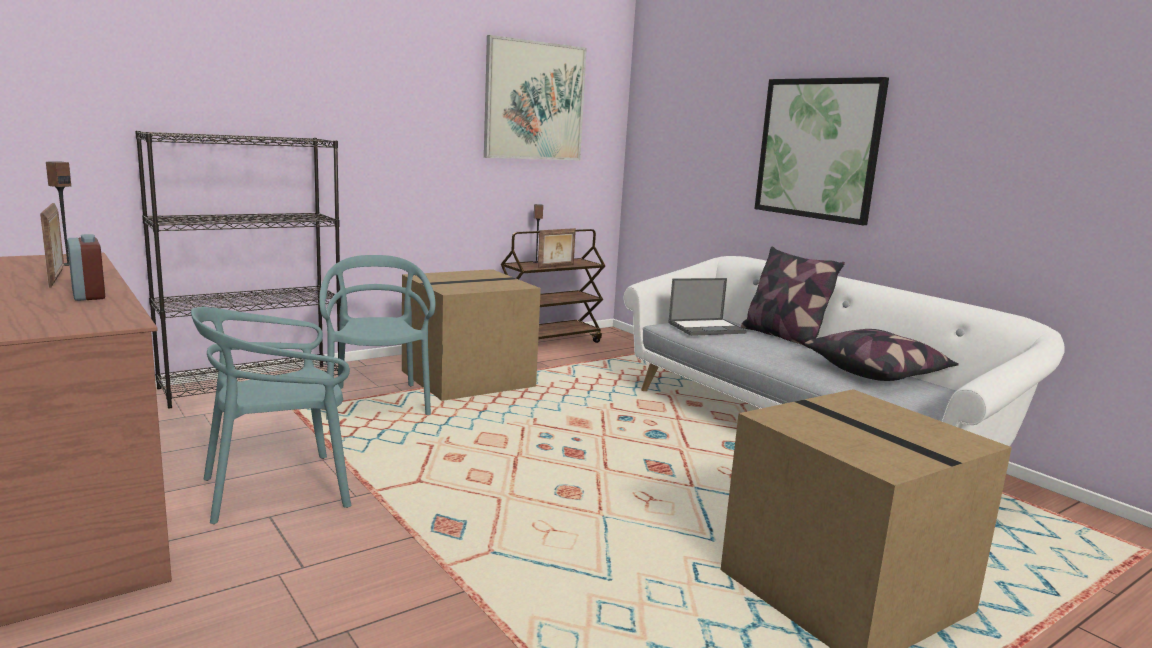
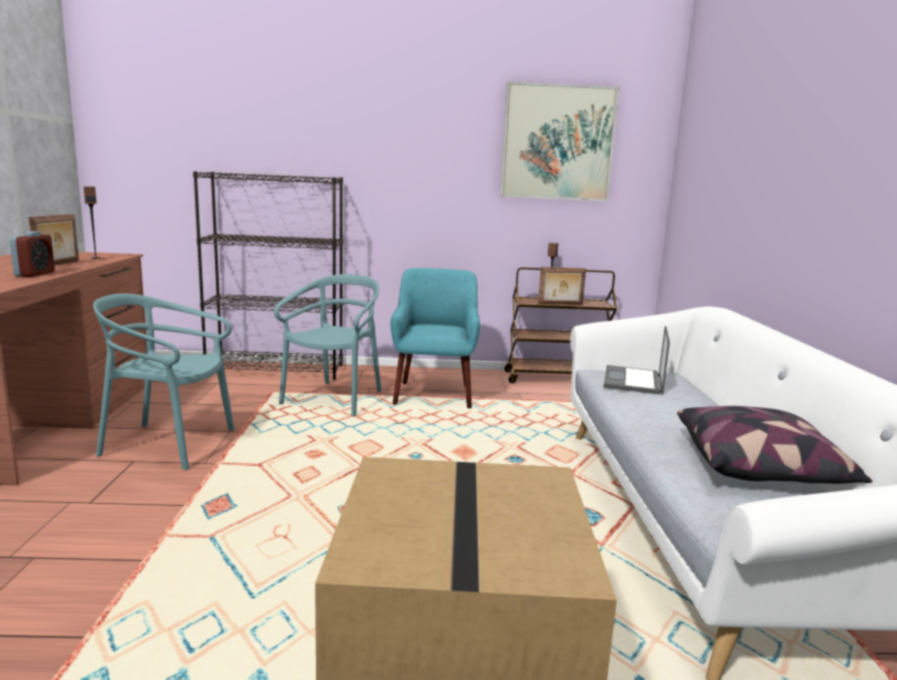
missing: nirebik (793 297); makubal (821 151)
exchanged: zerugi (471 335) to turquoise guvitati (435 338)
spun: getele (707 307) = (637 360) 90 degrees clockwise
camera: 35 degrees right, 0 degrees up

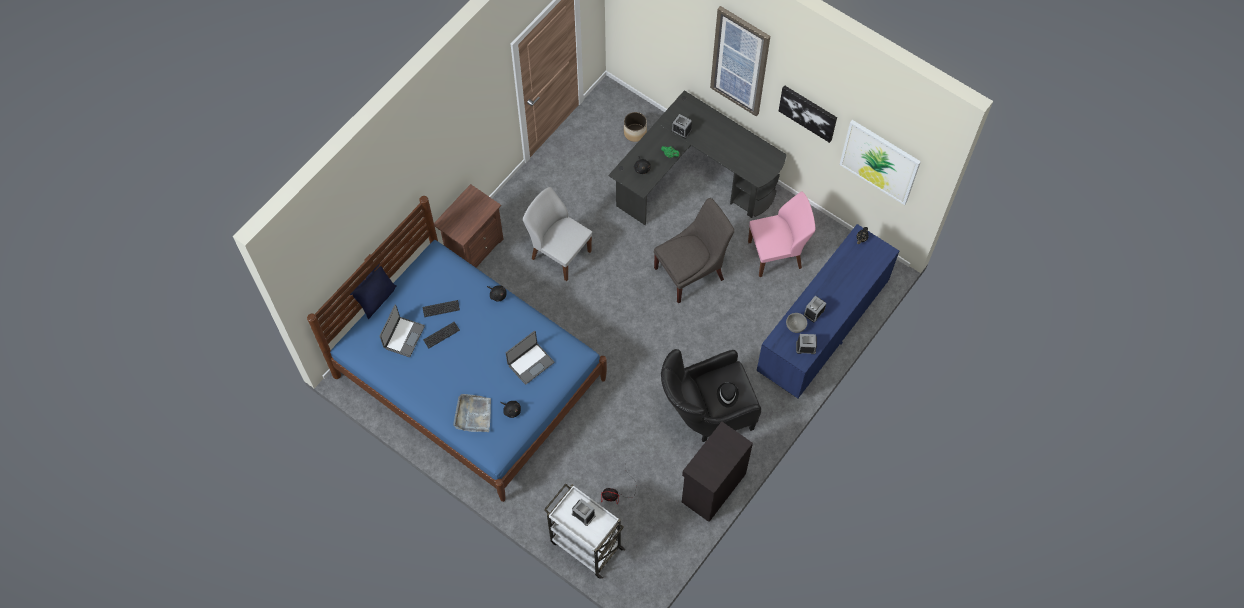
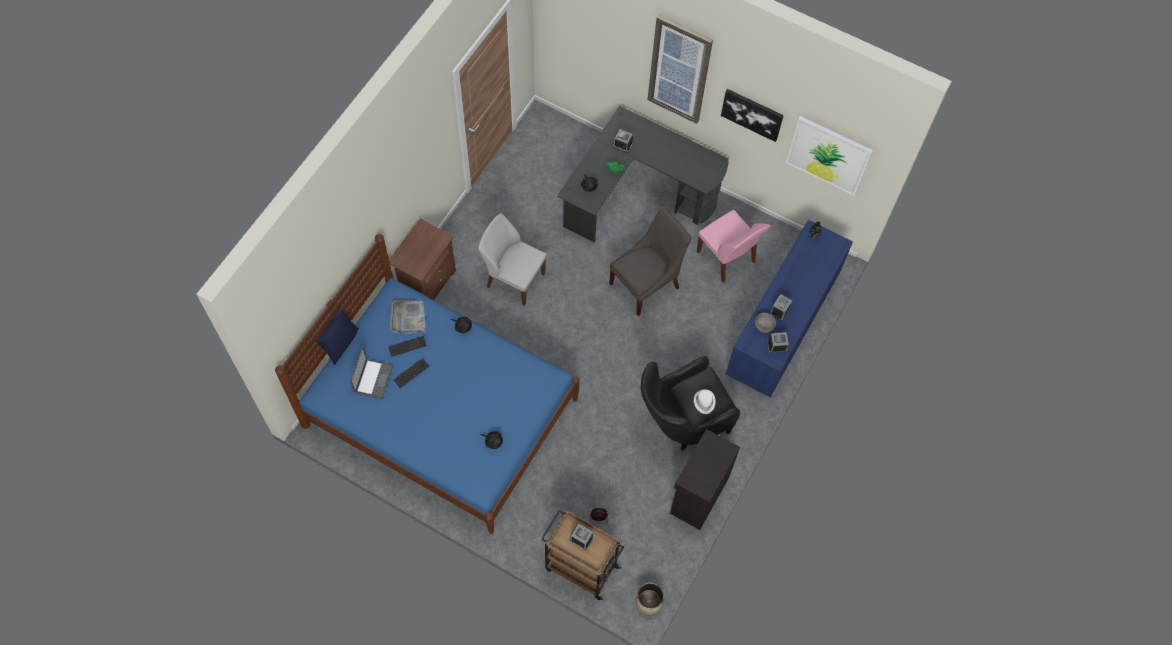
missing: getele (530 358)
relocated: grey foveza (472 413) to (408 316); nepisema (635 127) to (650 599)
colour: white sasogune (584 531) to brown sasogune (582 555); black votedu (728 395) to white votedu (704 401)
spun: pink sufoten (781 234) = (734 246) 75 degrees clockwise
camera: 10 degrees left, 0 degrees up

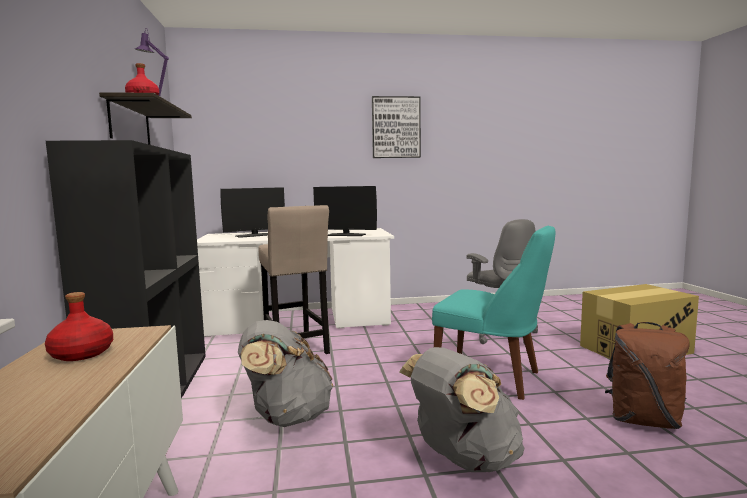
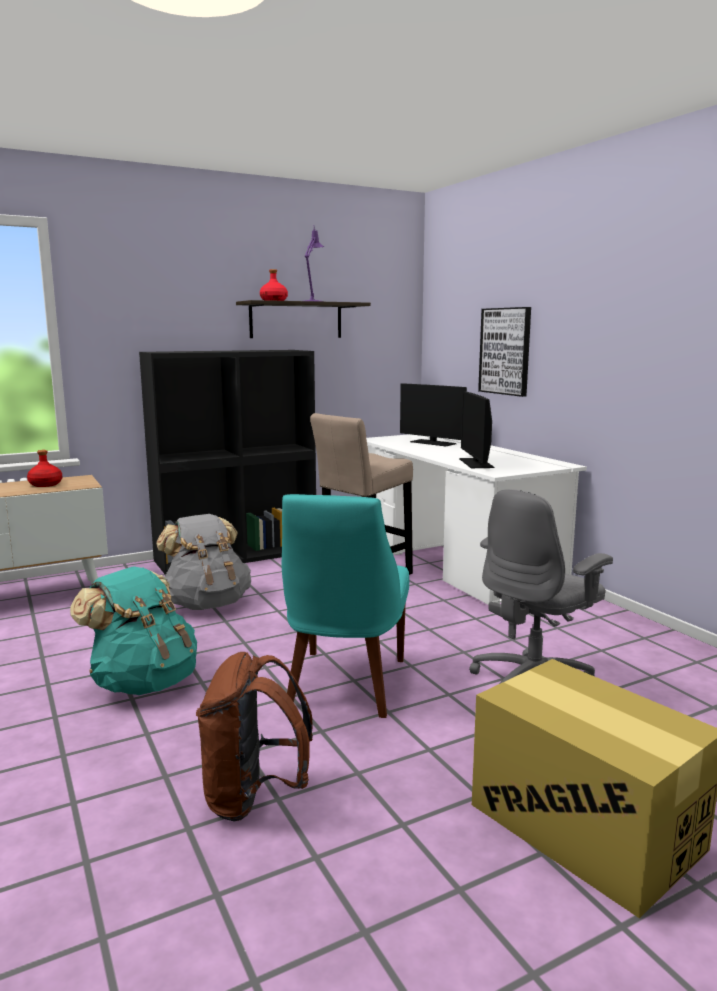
relocated: makubal (396 127) to (504 352)
colour: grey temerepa (461 409) to turquoise temerepa (133 630)
camera: 70 degrees right, 5 degrees up

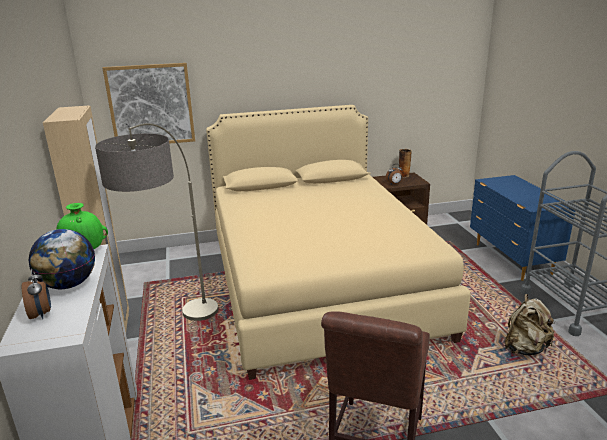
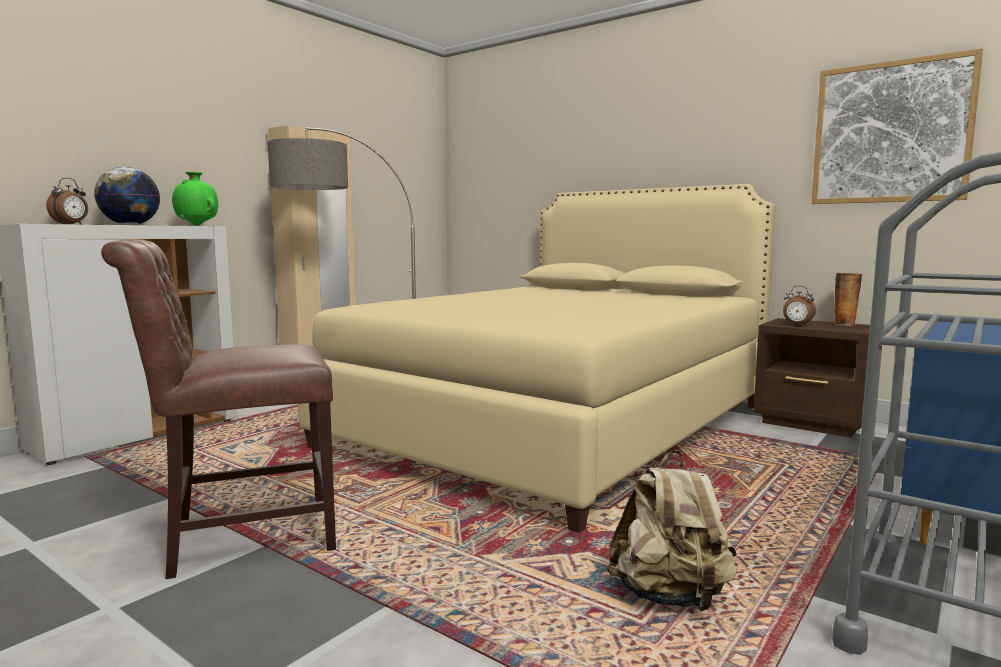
relocated: makubal (149 103) to (897 126)
camera: 50 degrees right, 15 degrees down

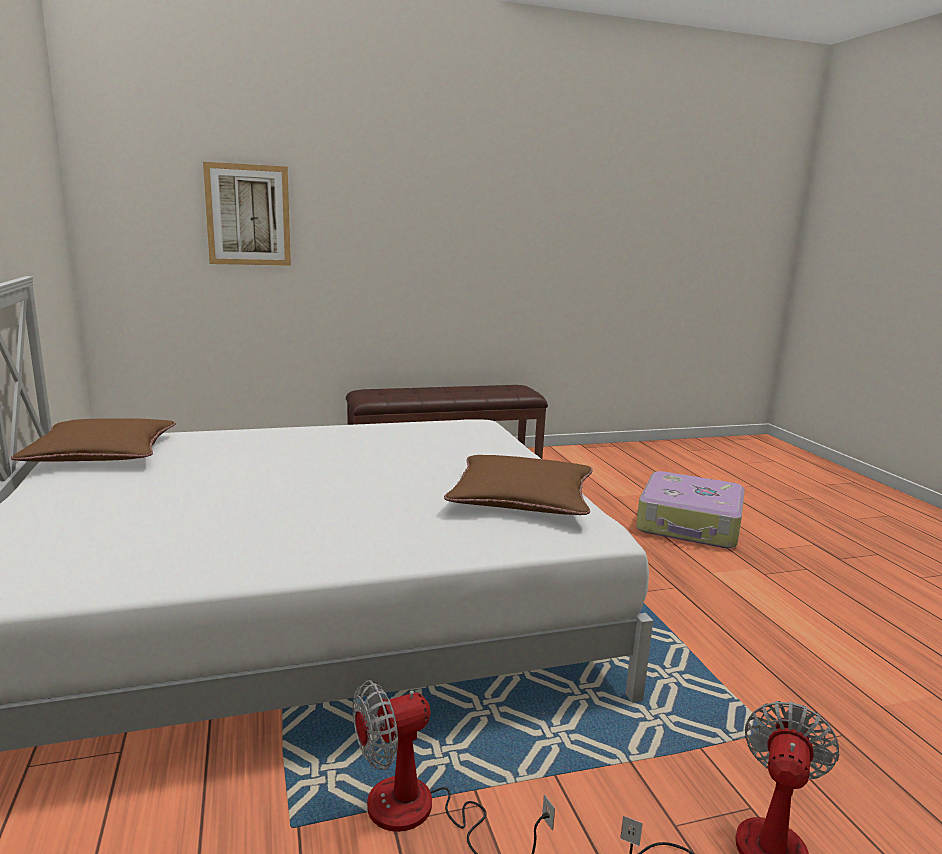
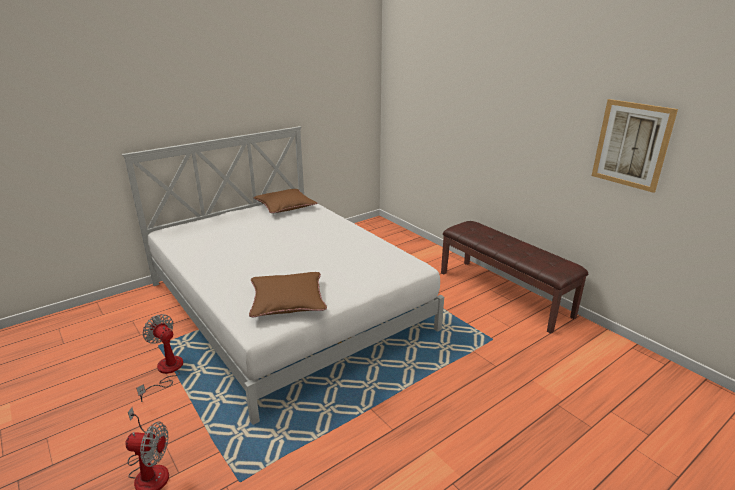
missing: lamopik (690 509)
relocated: makubal (247 214) to (635 146)
camera: 70 degrees right, 10 degrees up

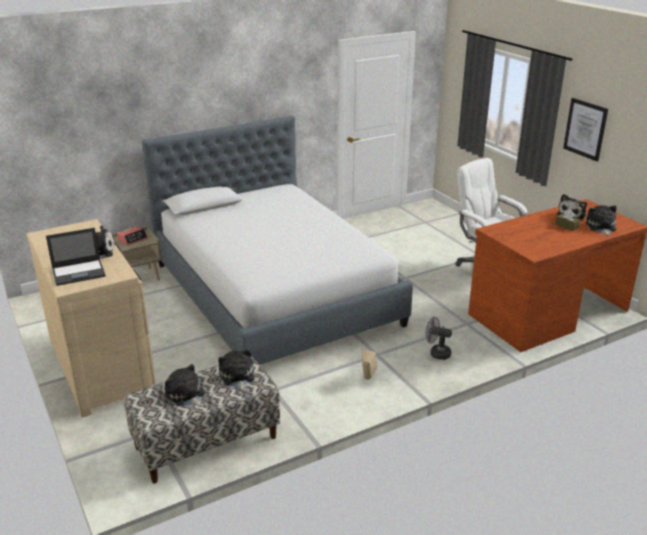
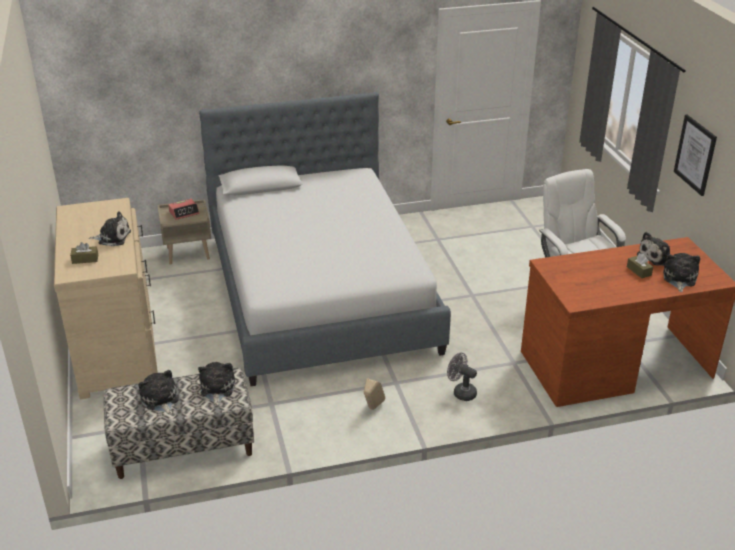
exchanged: getele (76 257) to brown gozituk (84 253)
camera: 15 degrees right, 5 degrees up

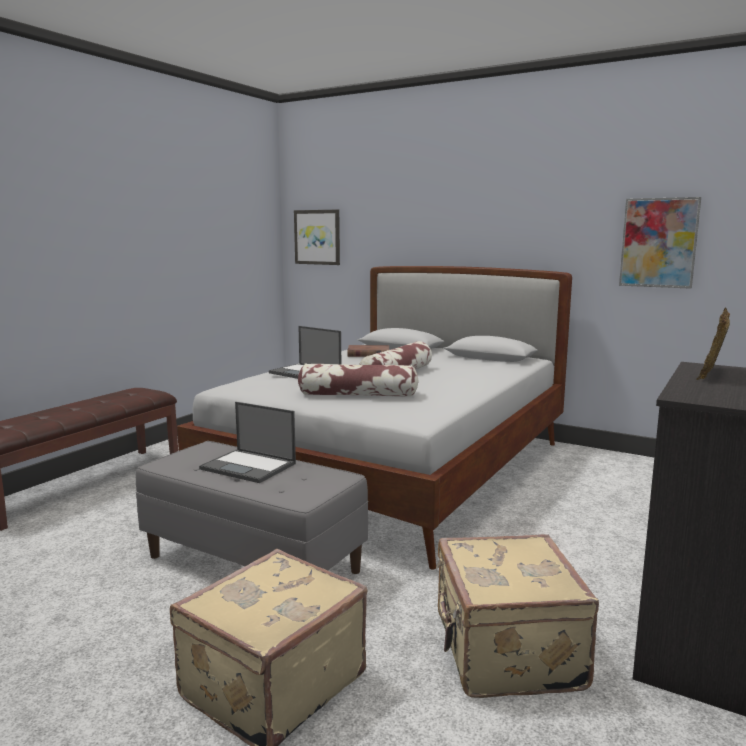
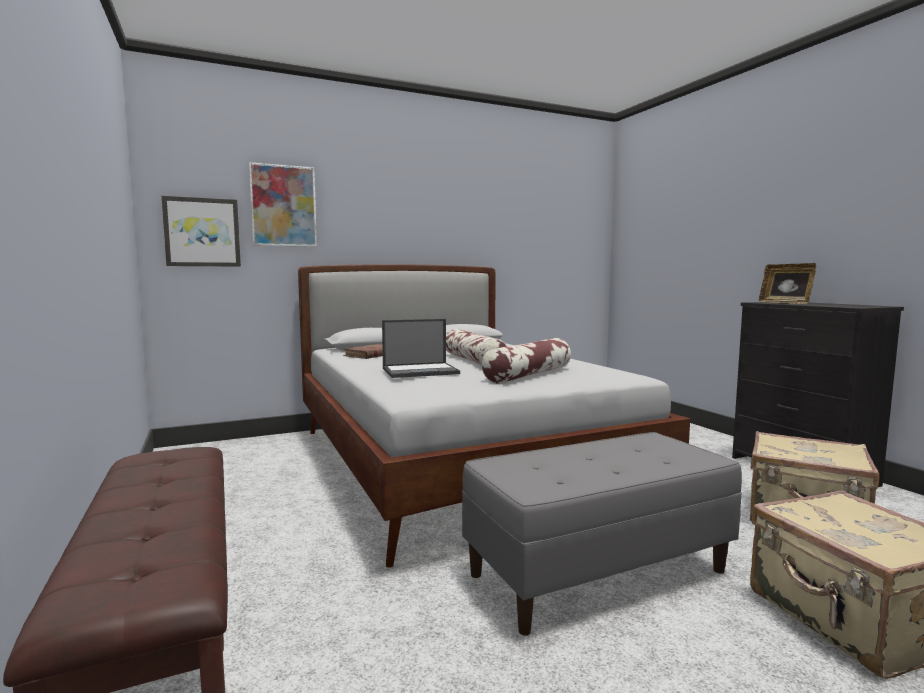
missing: getele (247 442)
relocated: makubal (660 243) to (283 204)
camera: 55 degrees left, 5 degrees down

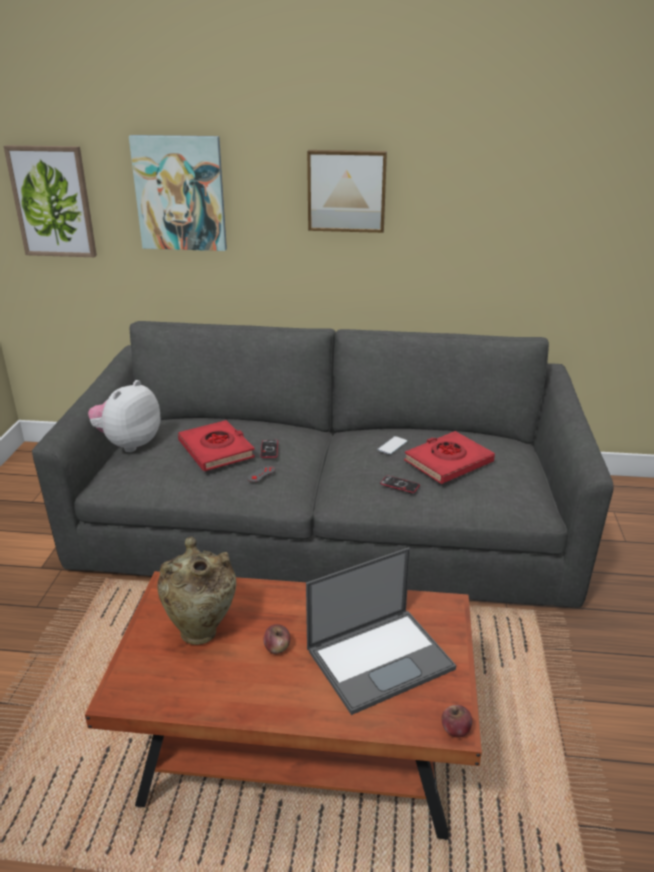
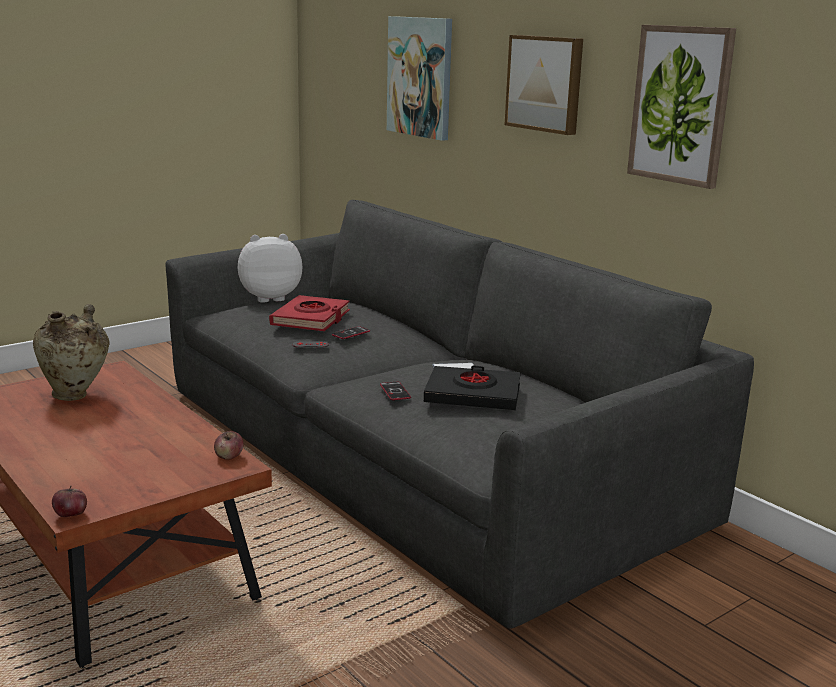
missing: getele (381 631)
relocated: makubal (50 201) to (681 107); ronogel (276 639) to (229 445)
colour: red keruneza (449 457) to black keruneza (472 387)
camera: 45 degrees right, 10 degrees down

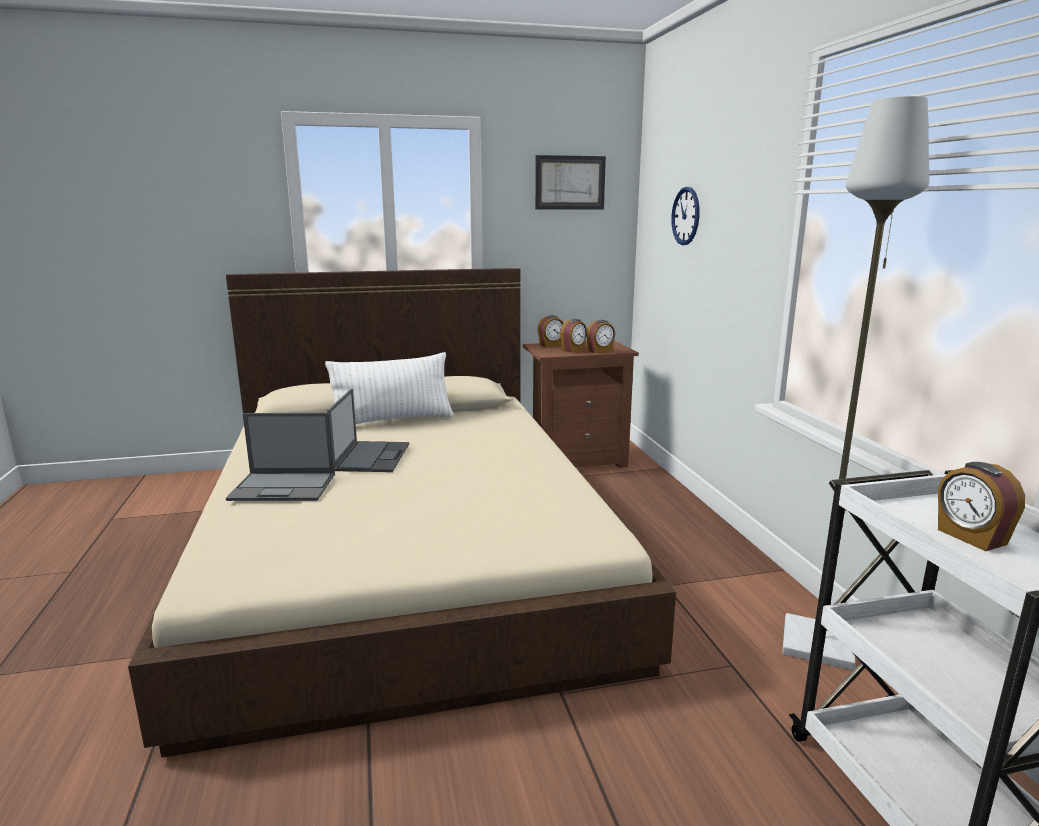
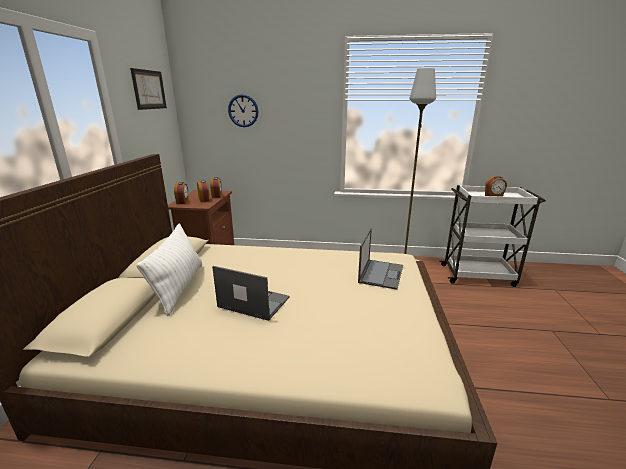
relocated: getele (280 457) to (380 259)
camera: 70 degrees left, 5 degrees up

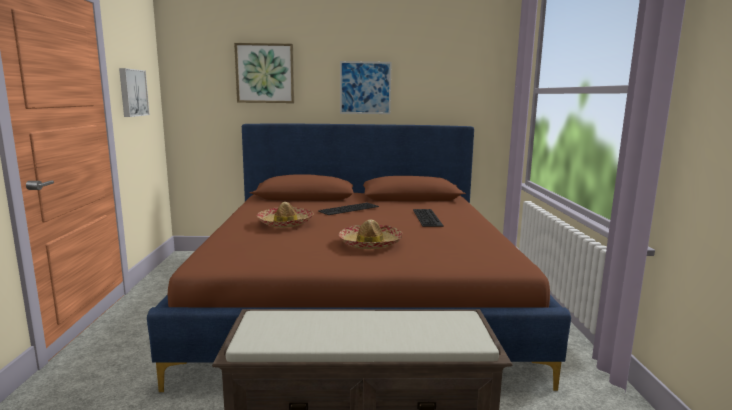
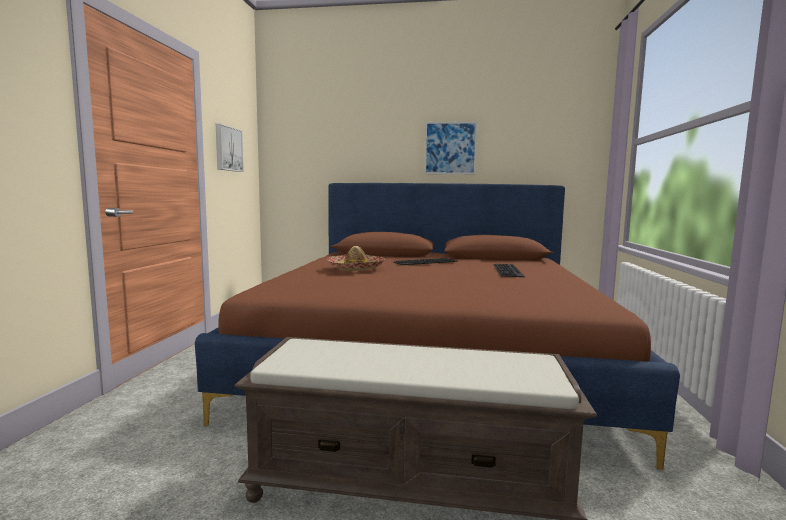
missing: makubal (264 73); votedu (371 234)
camera: 10 degrees right, 5 degrees down

